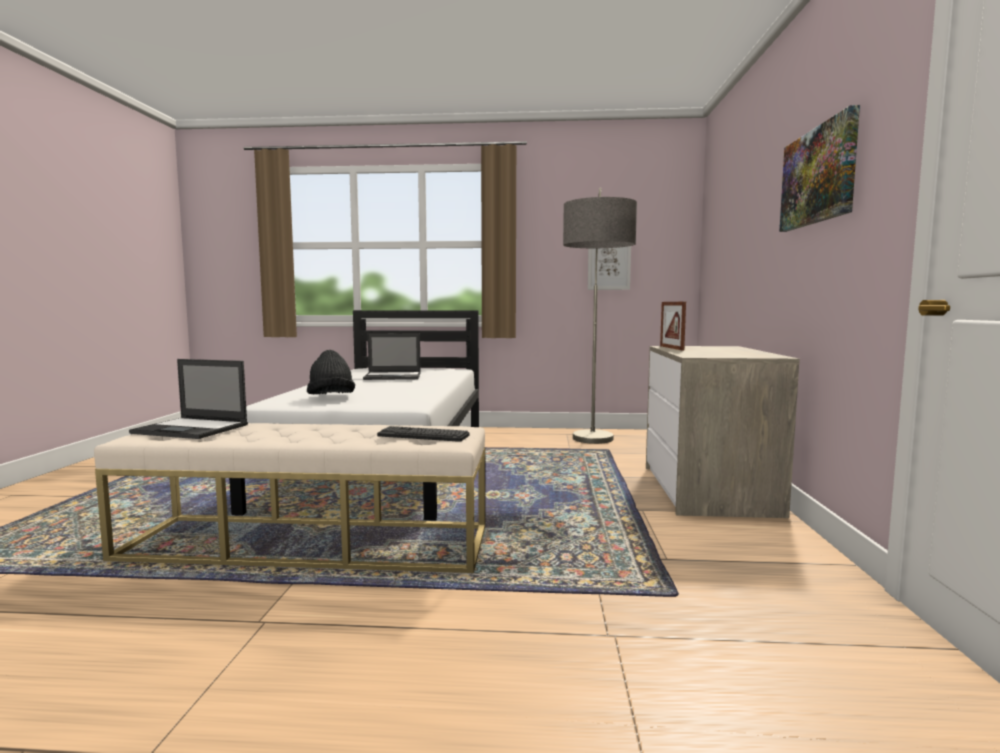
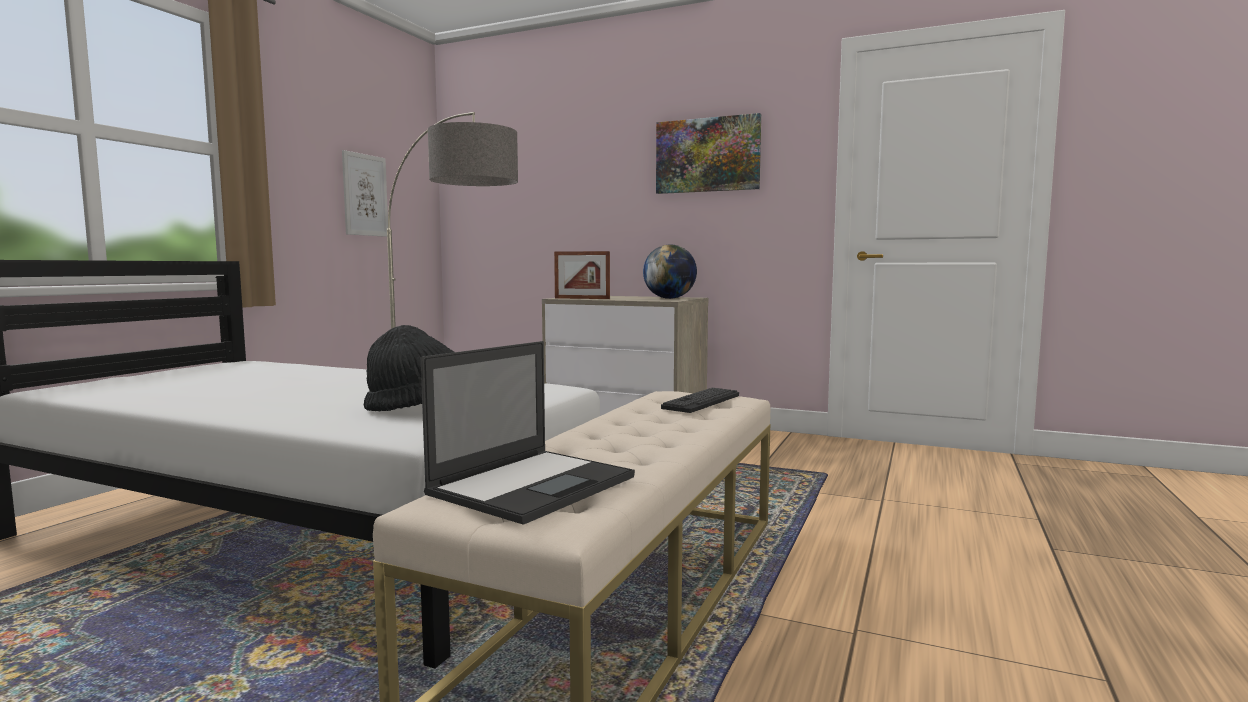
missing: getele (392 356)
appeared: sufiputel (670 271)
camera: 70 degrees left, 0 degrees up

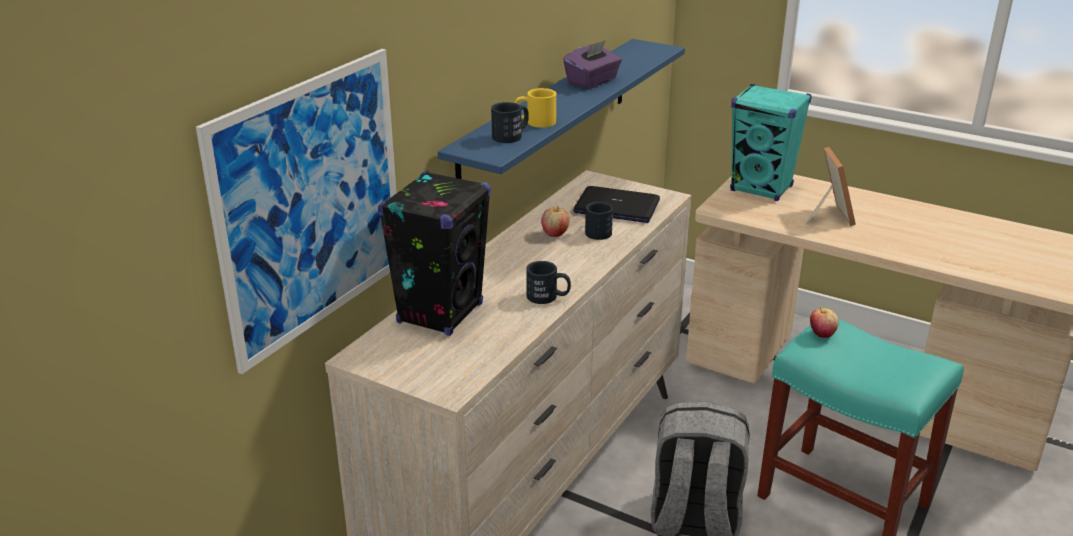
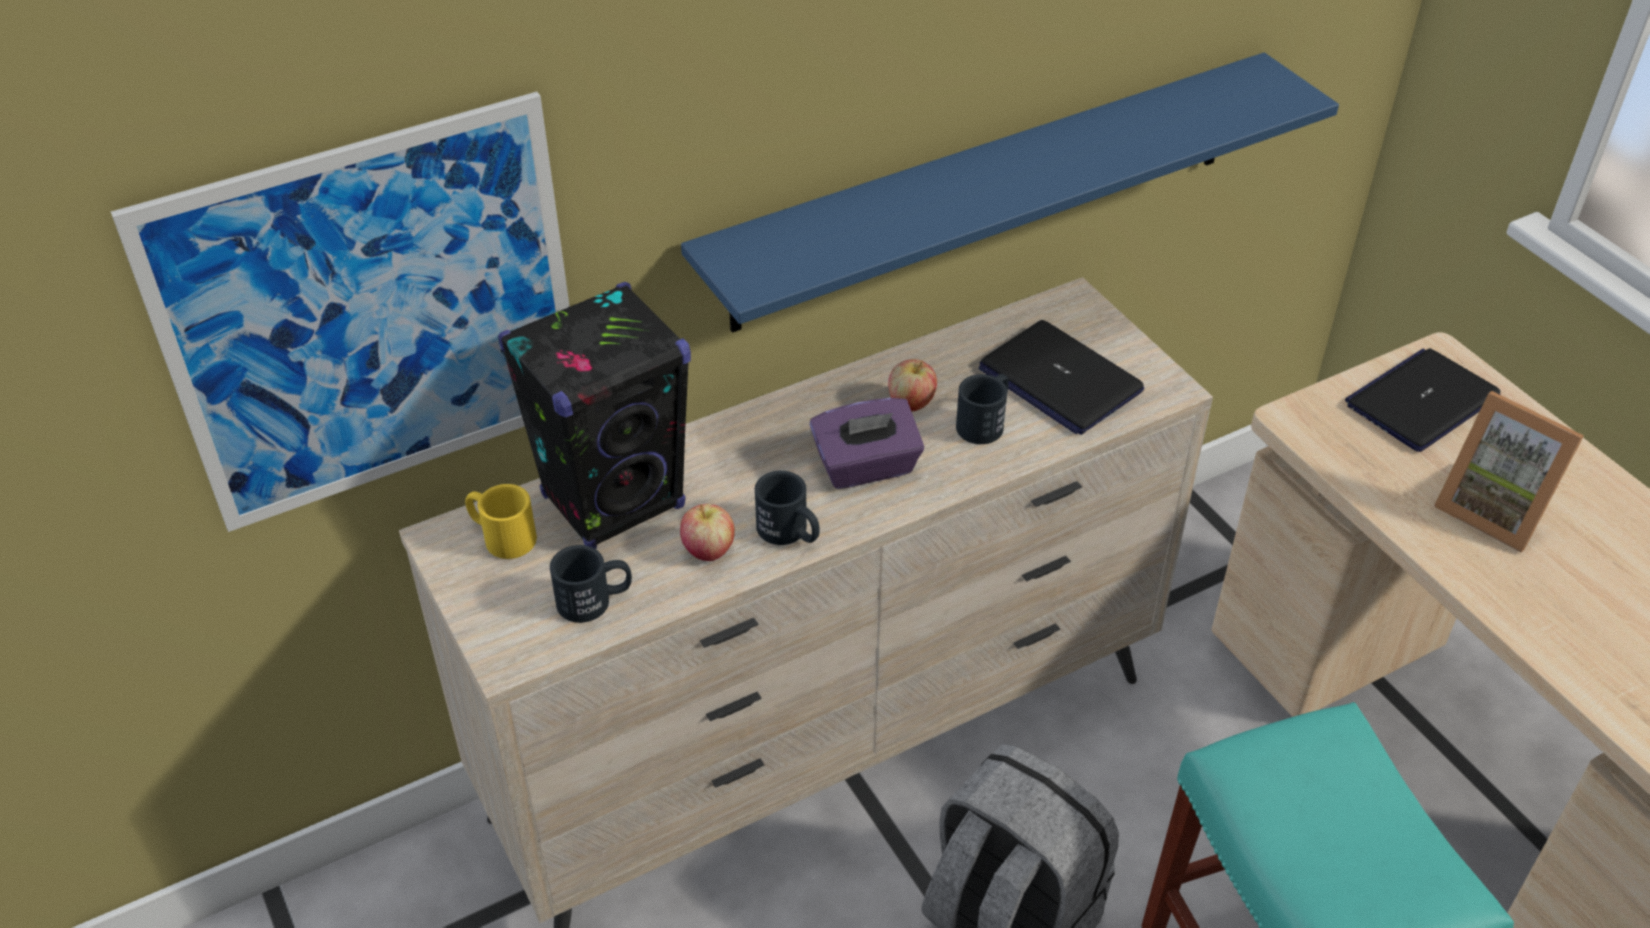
relocated: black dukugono (510 122) to (591 584); yellow dukugono (535 108) to (501 521); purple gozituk (592 64) to (867 443); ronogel (824 322) to (707 532)
exchanged: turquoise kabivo (771 142) to getele (1423 400)
spun: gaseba (831 186) = (1509 472) 105 degrees clockwise
camera: 30 degrees right, 15 degrees up

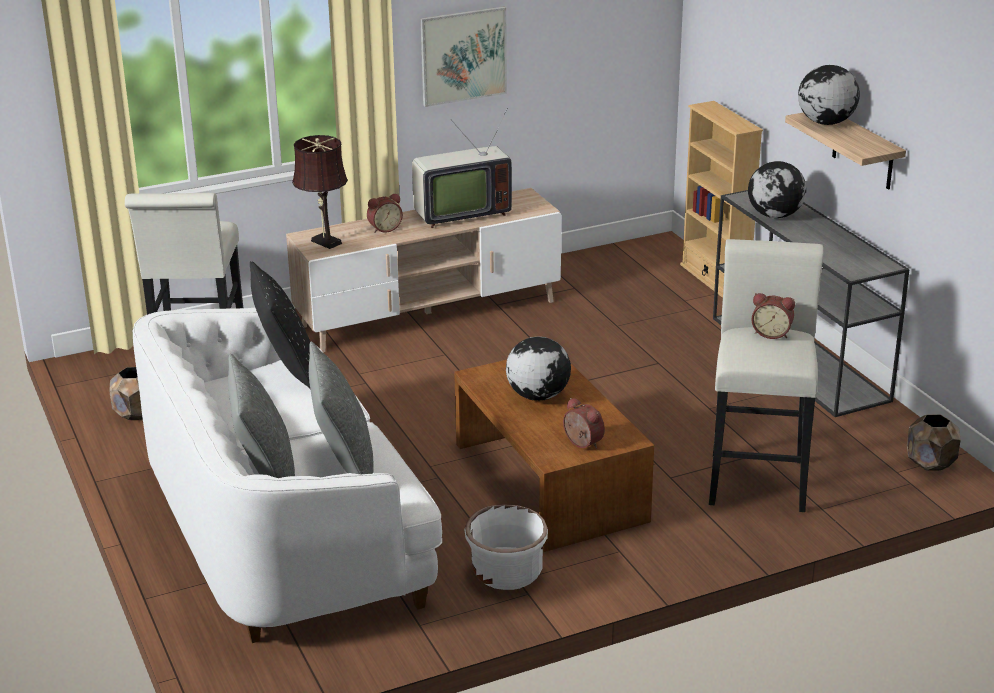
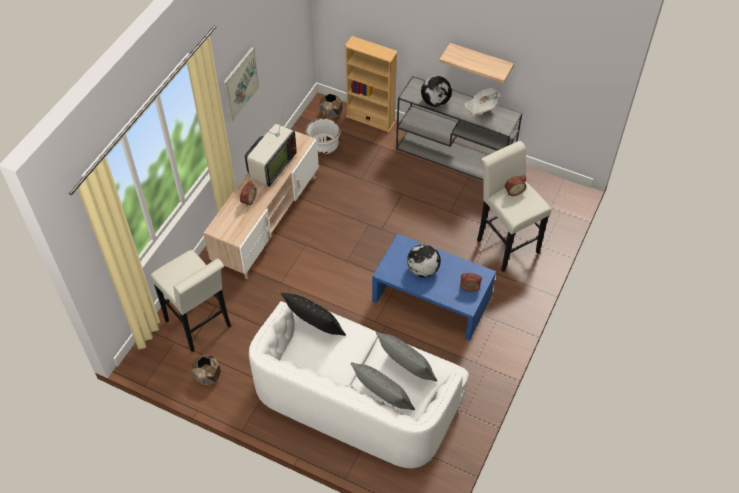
missing: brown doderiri (320 192); sufiputel (829 95)
appeared: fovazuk (482 102)
relocated: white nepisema (506 547) to (322 136); brown nepisema (934 442) to (330 106)
colour: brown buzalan (554 456) to blue buzalan (434 287)
camera: 40 degrees left, 25 degrees up

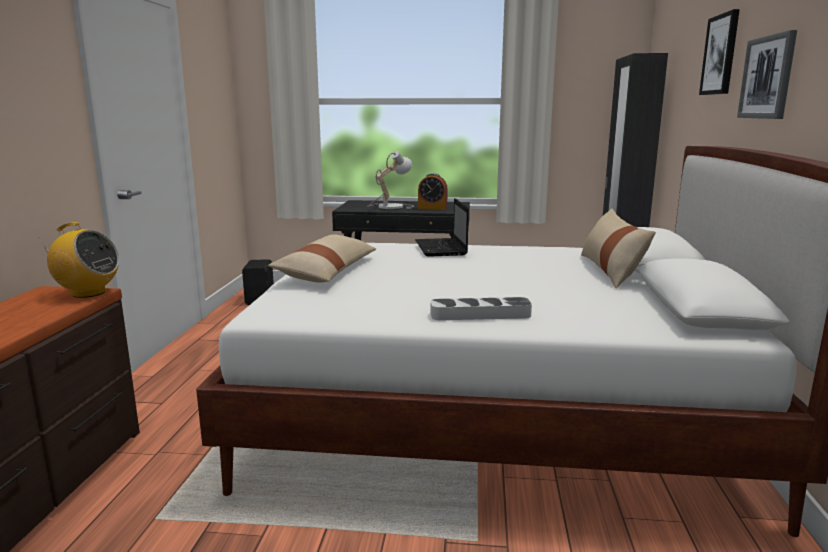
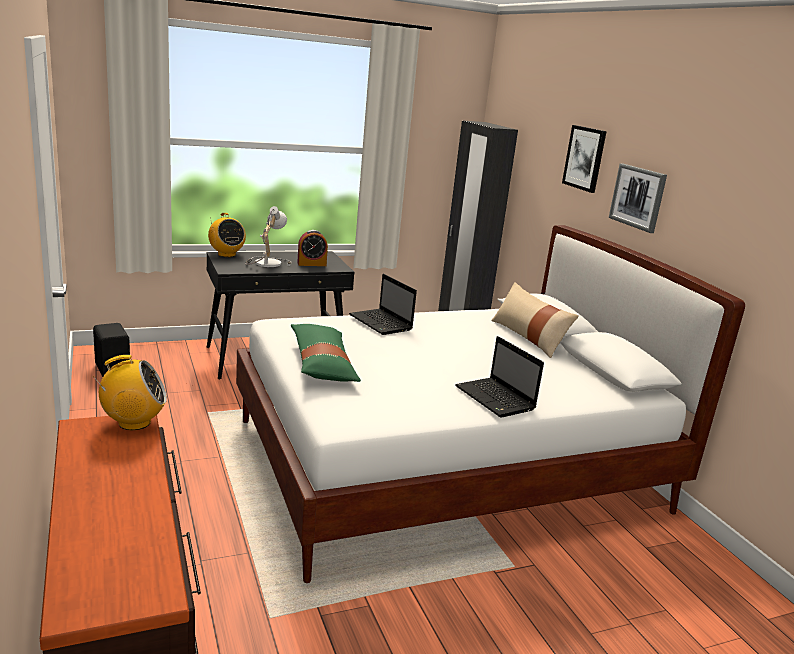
appeared: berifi (227 235)
exchanged: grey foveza (481 308) to getele (499 377)
colour: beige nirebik (322 259) to green nirebik (326 353)
camera: 30 degrees left, 5 degrees up

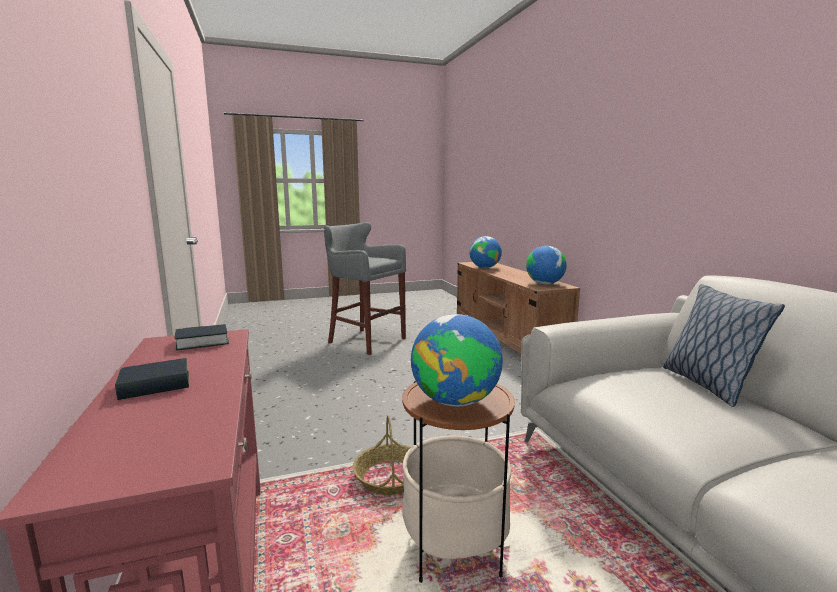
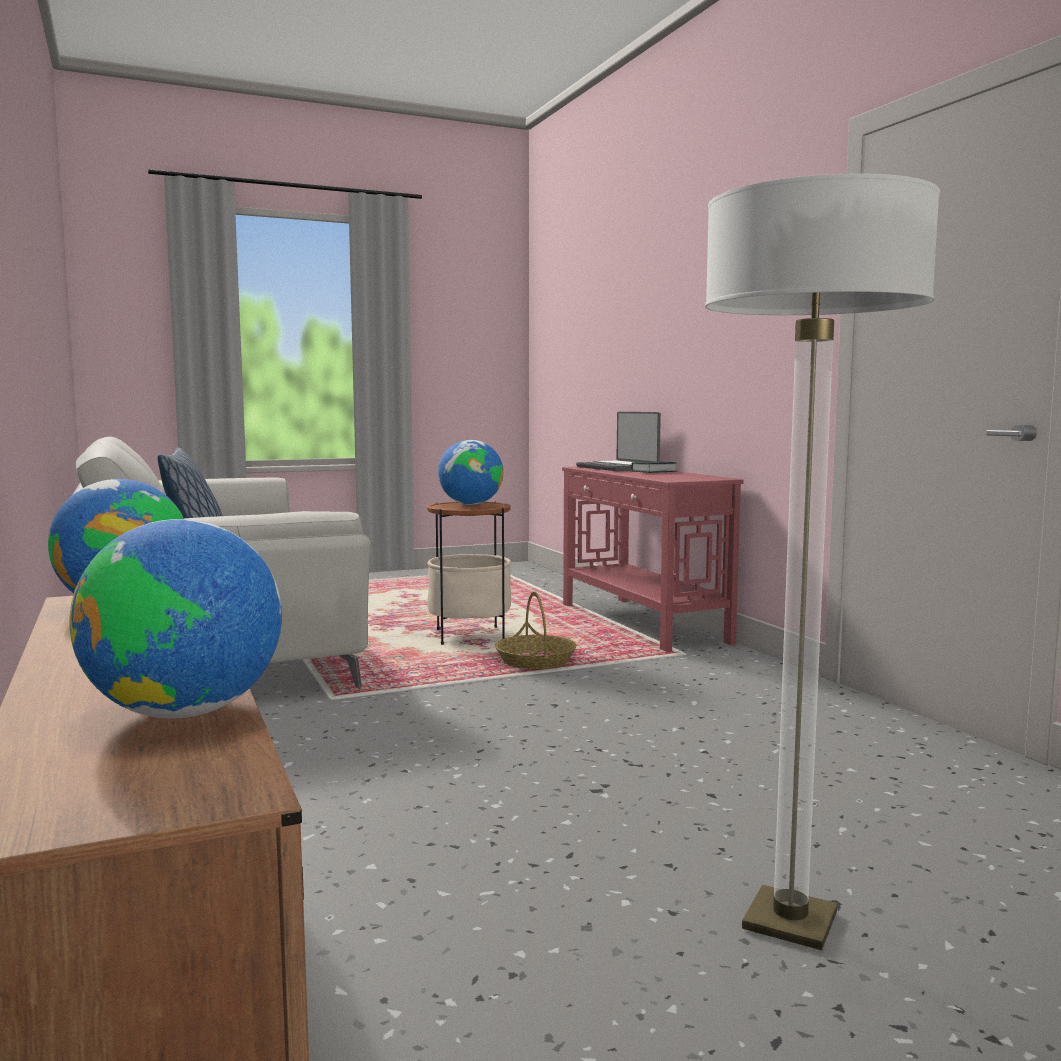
missing: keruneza (202 337)
appeared: getele (618 441)
exchanged: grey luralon (365 288) to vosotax (822 561)
camera: 175 degrees right, 5 degrees down

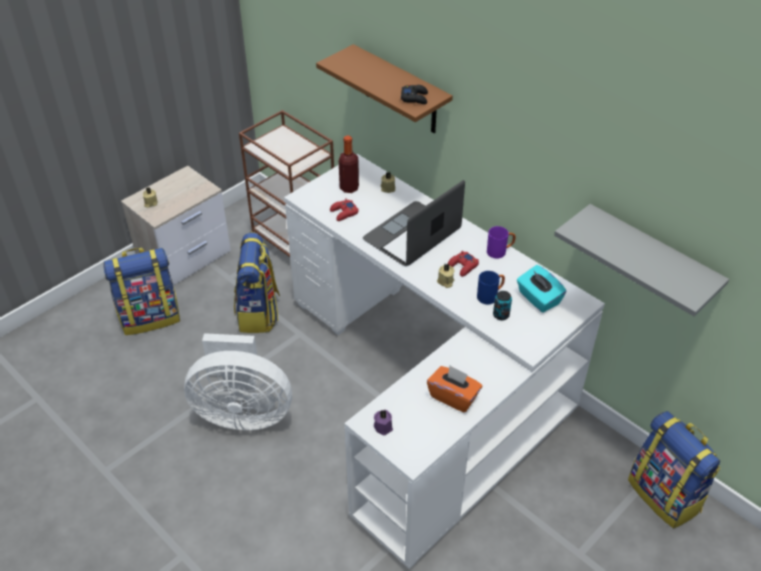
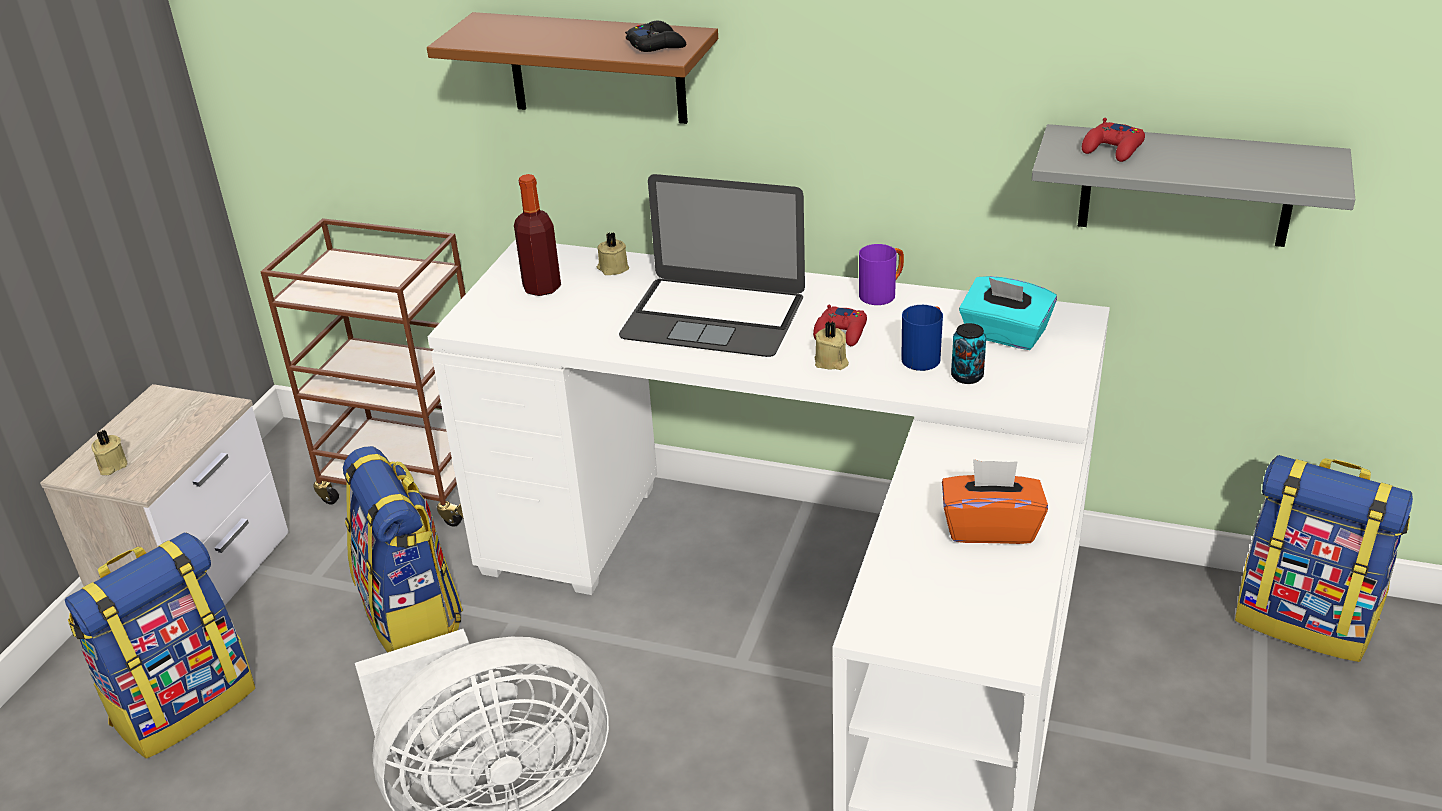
missing: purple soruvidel (383 422)
relocated: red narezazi (344 209) to (1113 140)
spun: getele (414 223) = (712 265) 90 degrees counterclockwise
camera: 25 degrees left, 10 degrees down

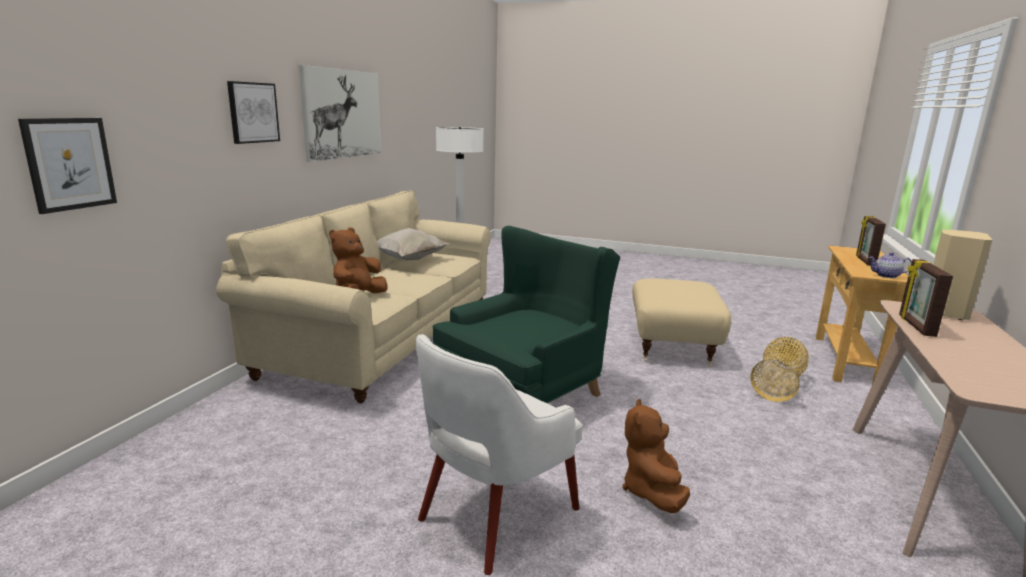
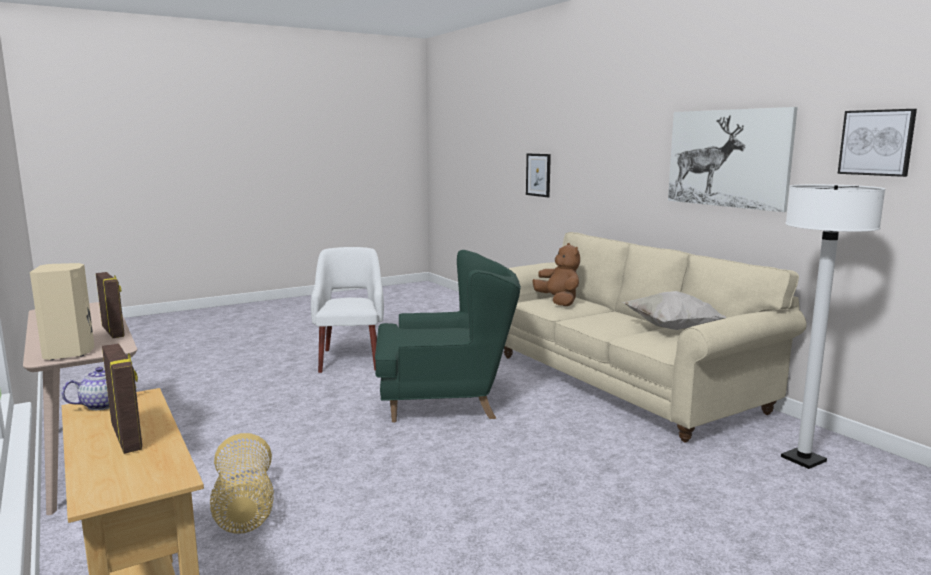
missing: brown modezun (656 456); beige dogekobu (681 323)
relocated: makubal (253 112) to (877 143)
spun: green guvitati (526 314) = (448 336) 90 degrees counterclockwise
camera: 130 degrees right, 5 degrees down

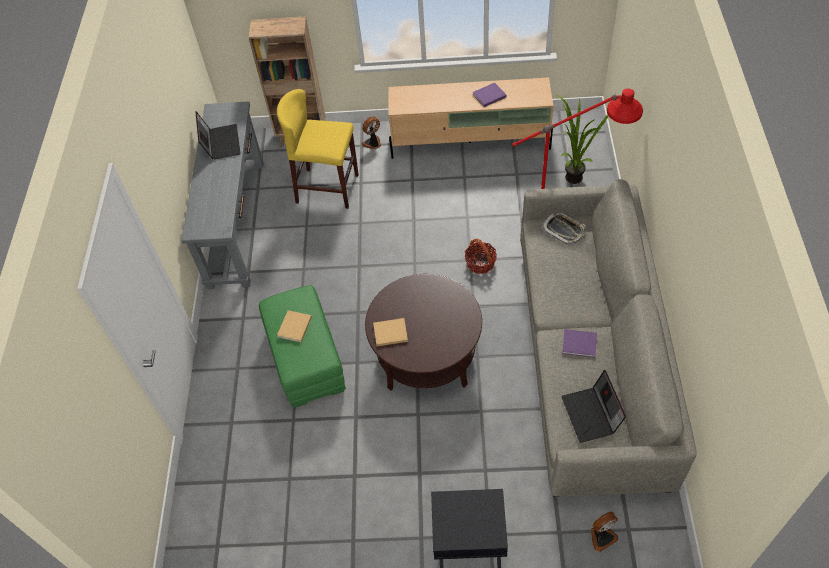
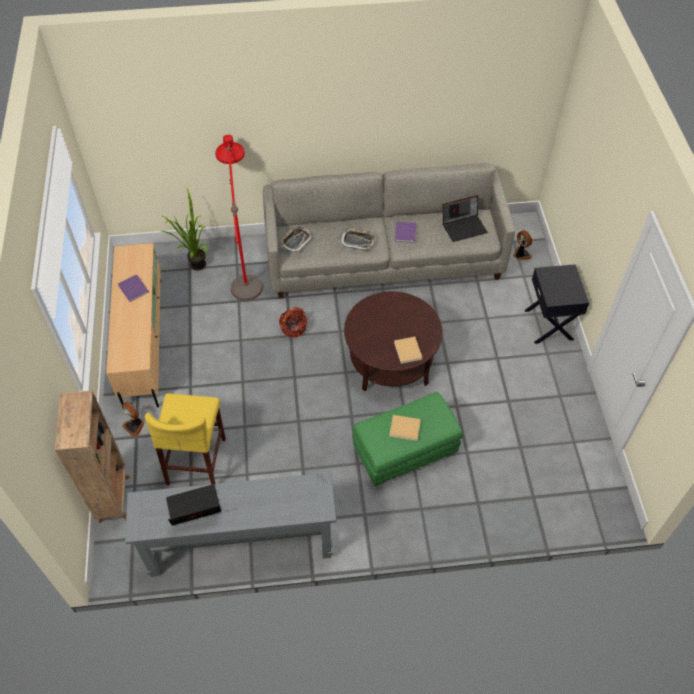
appeared: foveza (358 239)
camera: 100 degrees left, 0 degrees up

